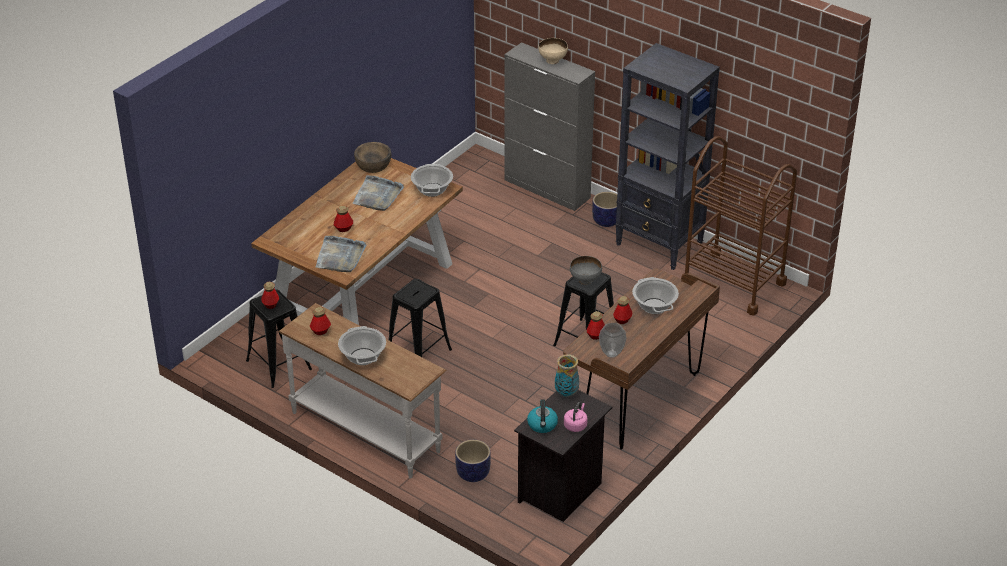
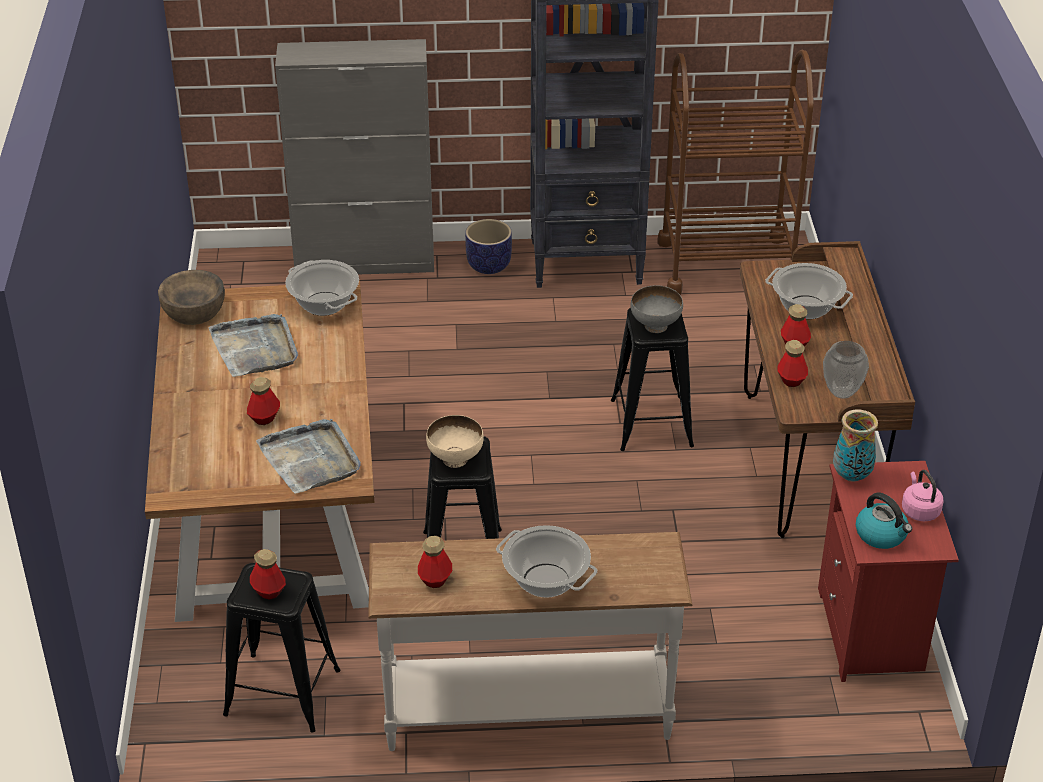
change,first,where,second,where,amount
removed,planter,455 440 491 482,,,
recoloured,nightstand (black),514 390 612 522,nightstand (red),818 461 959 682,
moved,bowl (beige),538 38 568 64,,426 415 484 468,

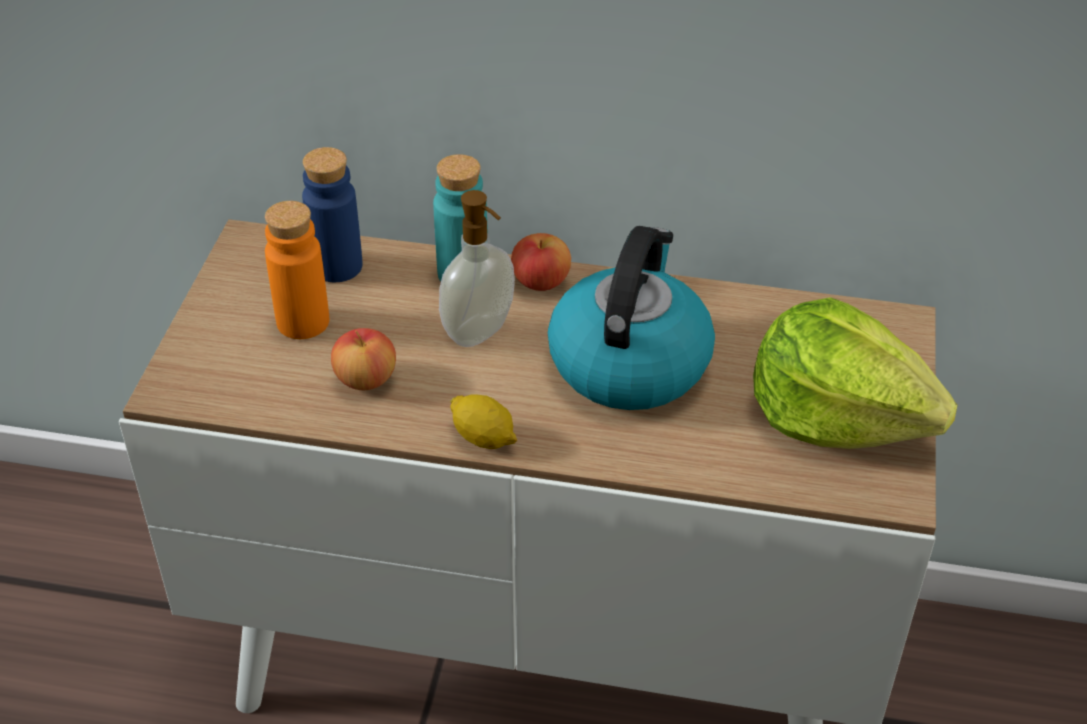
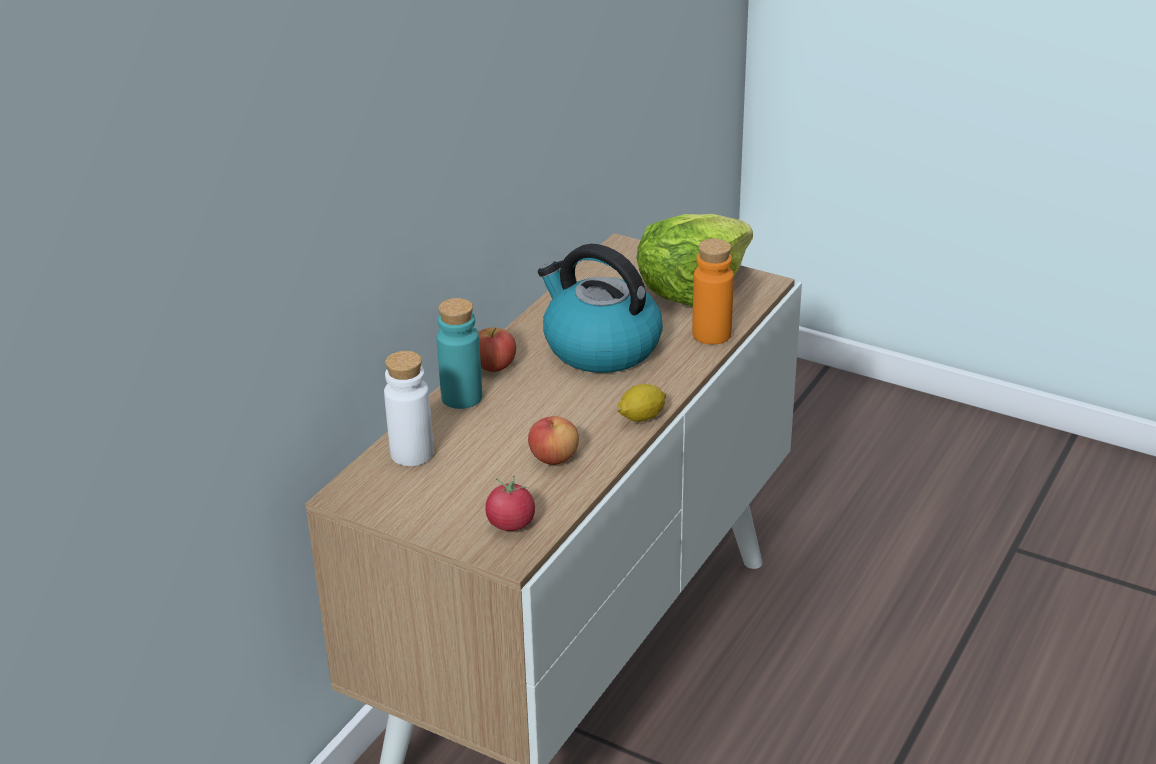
change,first,where,second,where,amount
moved,bottle (orange),265 201 329 339,,692 239 734 344,
recoloured,bottle (blue),302 147 363 283,bottle (white),384 351 434 466,
removed,soap dispenser,439 190 515 347,,,
added,,,tomato,485 475 535 531,

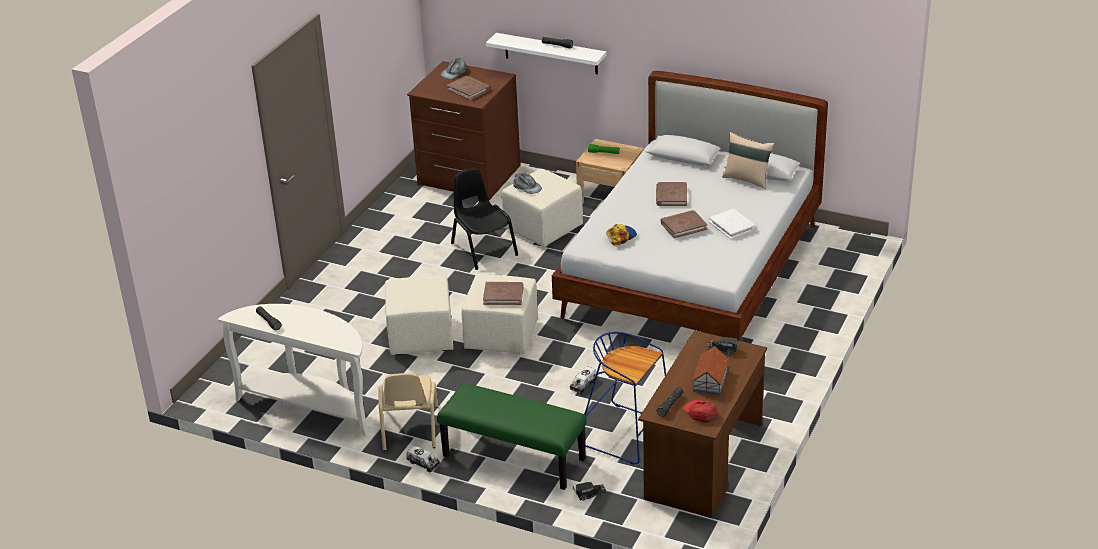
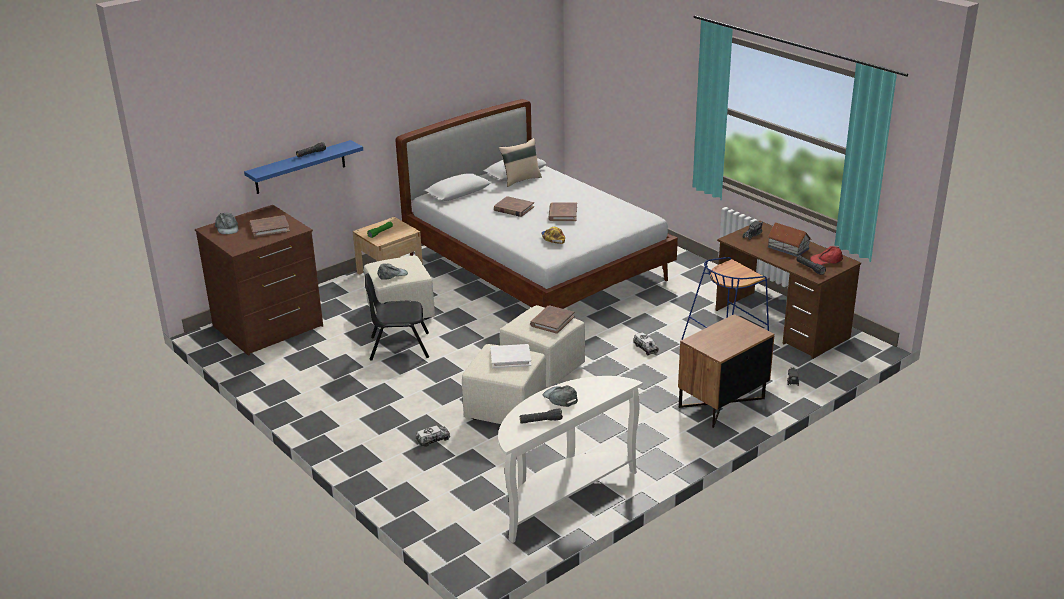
change,first,where,second,where,amount
removed,chair (beige),378 373 439 451,,,
moved,toy truck,406 446 440 472,,416 426 450 447,
replaced,bench (green),437 383 587 490,nightstand (brown),678 314 774 428,
recoloured,shelf (white),486 33 607 74,shelf (blue),244 140 363 194,
moved,book (white),709 209 755 239,,491 344 531 368,
added,,,cap (grey),543 385 578 407,

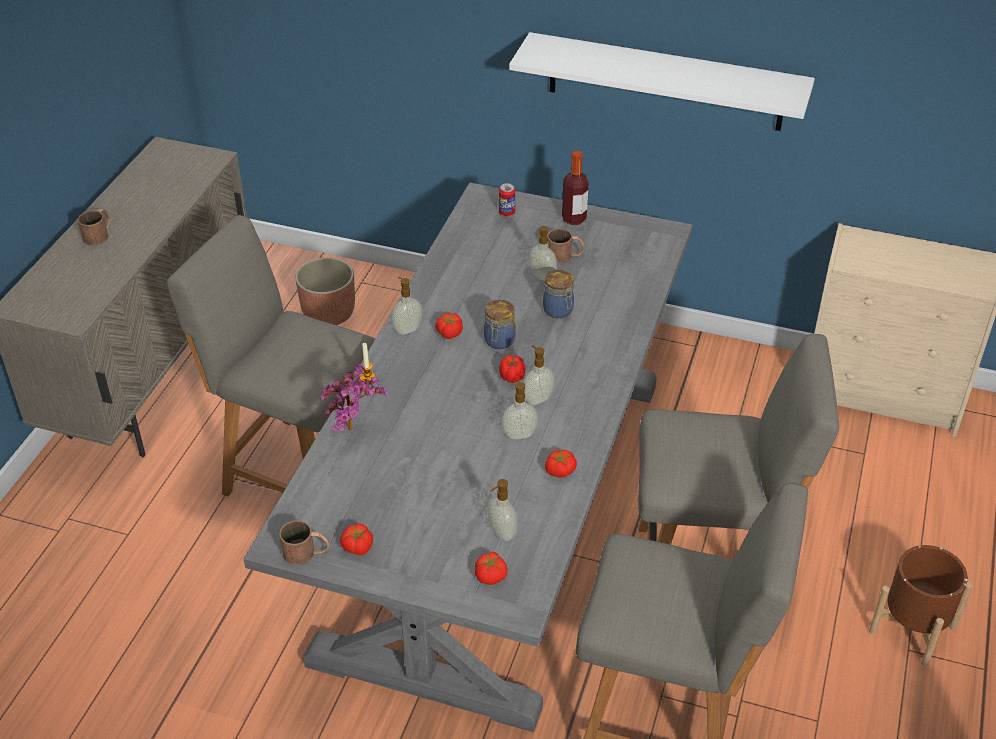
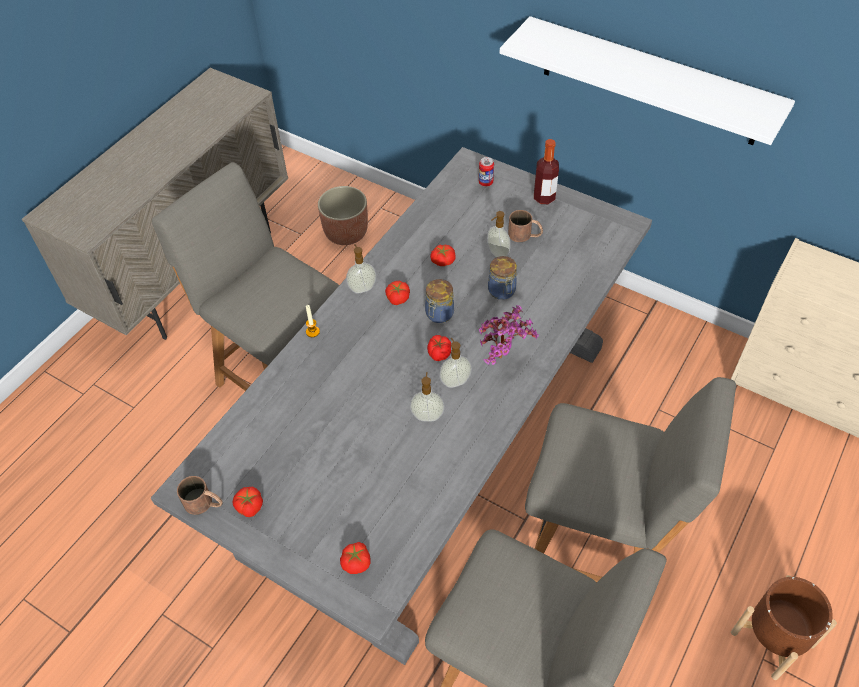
change,first,where,second,where,amount
removed,mug (brown),78 209 110 246,,,
moved,potted plant,320 364 387 432,,479 305 539 365,
removed,soap dispenser,488 479 518 541,,,
moved,tomato,545 450 577 478,,430 245 456 266,

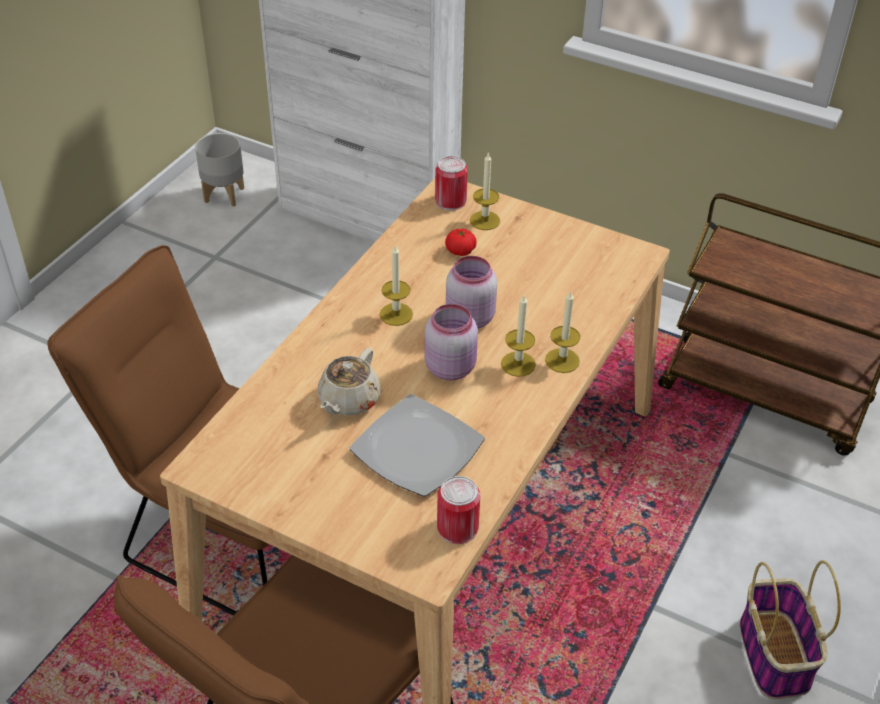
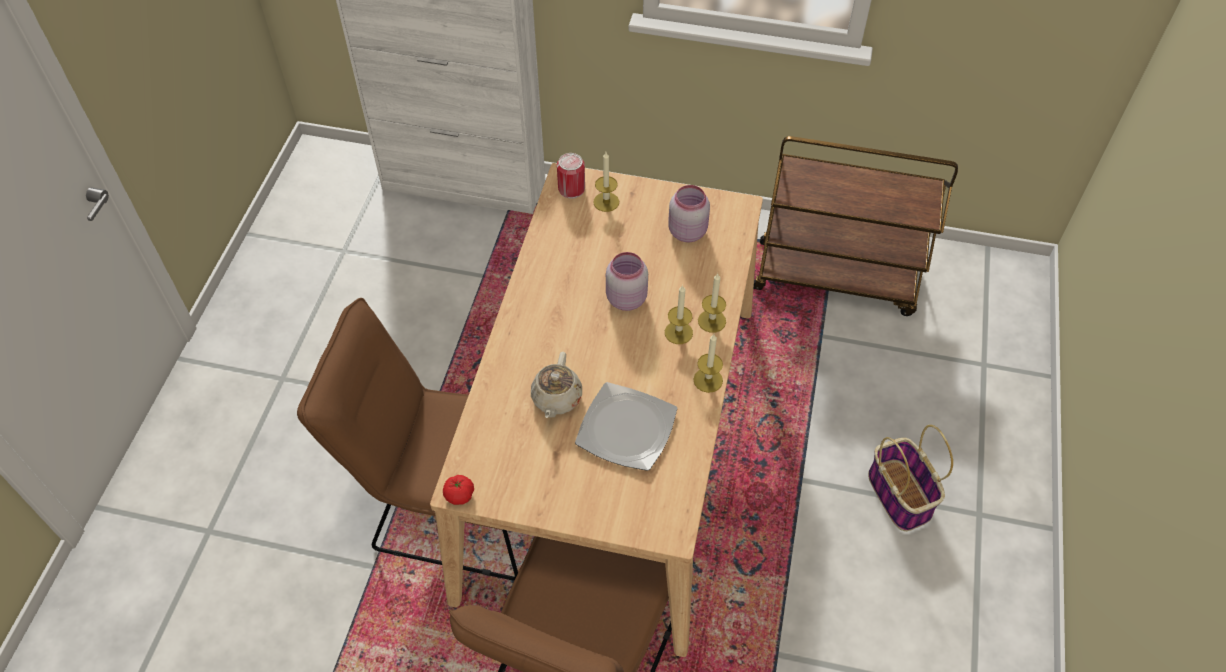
change,first,where,second,where,amount
removed,planter (grey),195 133 244 207,,,
moved,candle,380 245 413 326,,693 334 723 393,
moved,jar (pink),424 304 478 380,,668 185 710 242,
removed,can,437 476 480 544,,,
moved,tomato,445 229 477 256,,443 475 474 505,

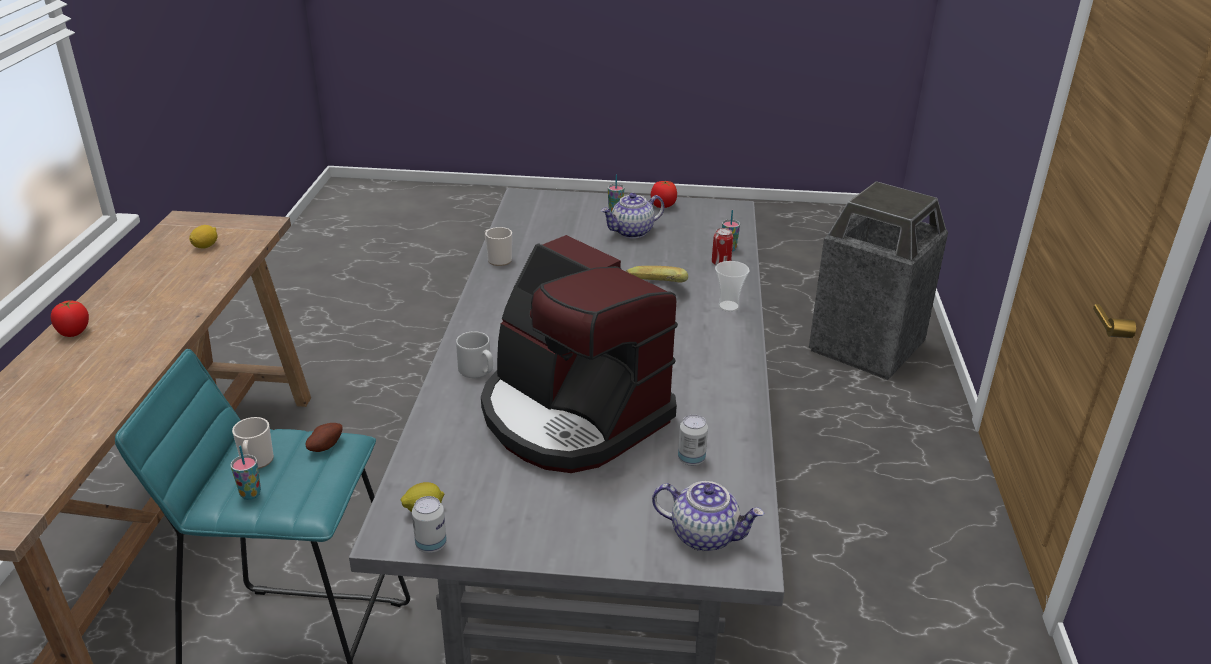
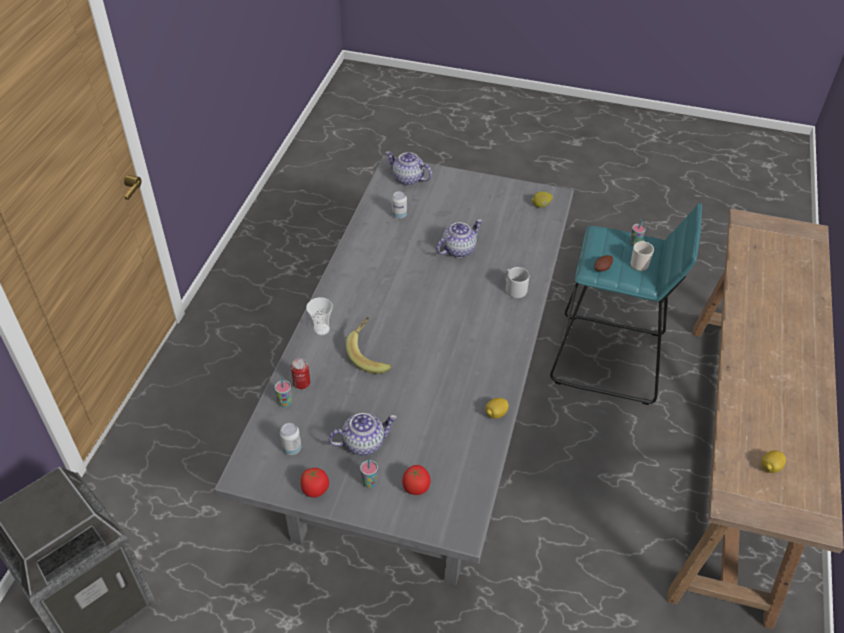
change,first,where,second,where,amount
moved,tomato,51 301 89 337,,402 465 431 495,
moved,can,412 496 447 553,,280 423 302 455,
replaced,coffee machine,481 235 678 473,teapot,436 219 482 258,
replaced,mug,484 227 512 266,lemon,485 398 509 419,

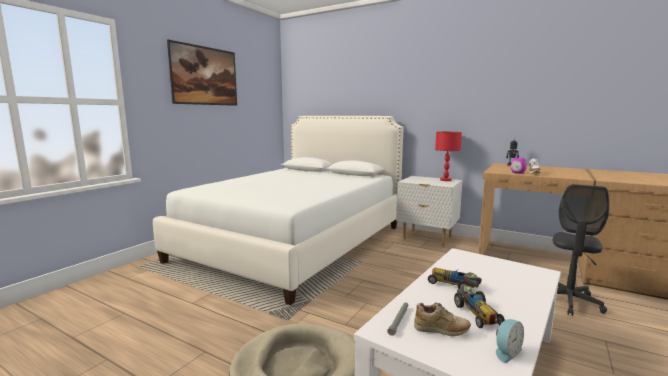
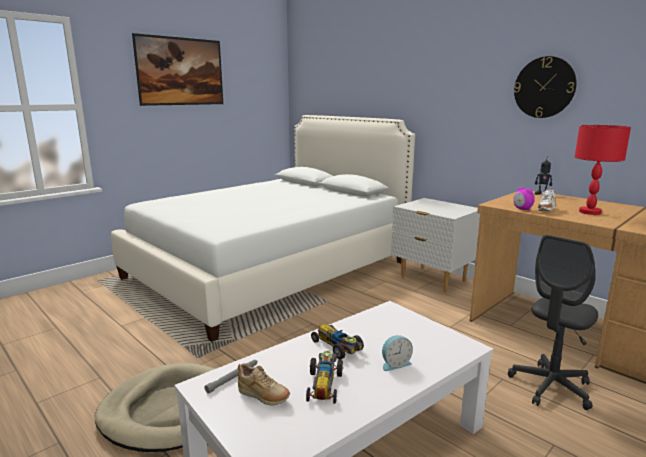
change,first,where,second,where,amount
moved,table lamp (red),435 132 462 181,,575 125 631 215,
moved,alarm clock,496 319 524 363,,382 335 413 371,
added,,,wall clock,514 56 577 118,

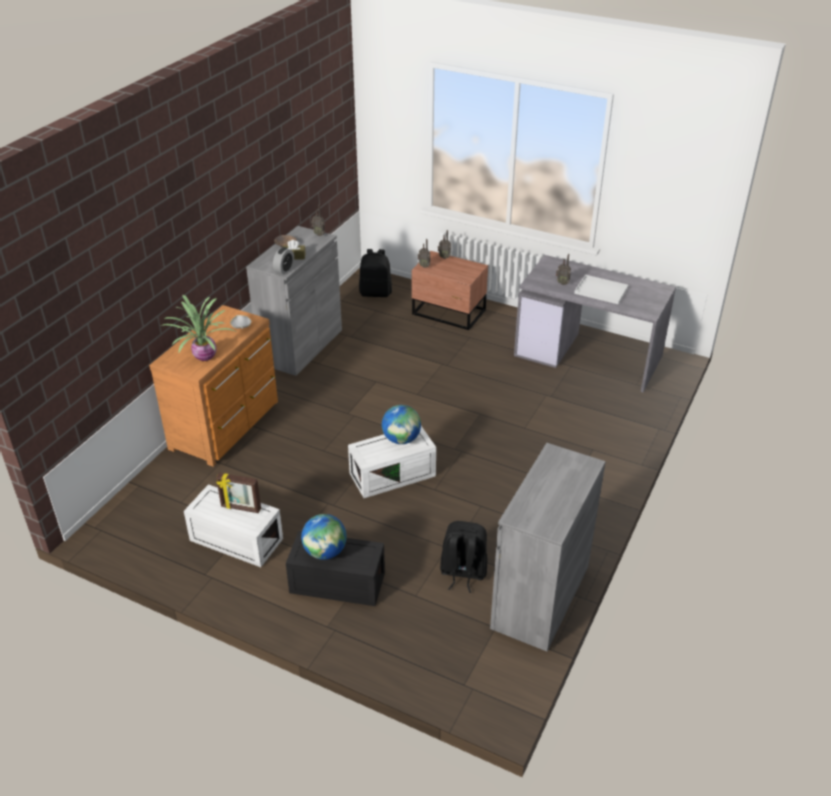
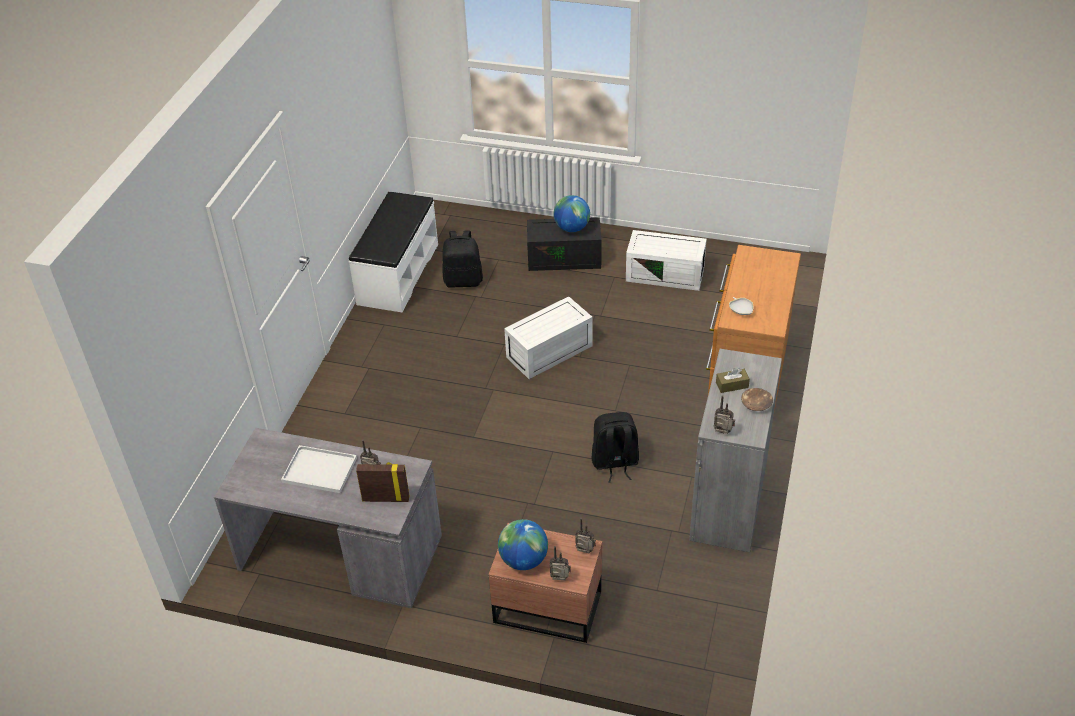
change,first,where,second,where,amount
removed,potted plant,161 295 236 361,,,
moved,picture frame,216 473 261 513,,356 462 410 502,
removed,alarm clock,273 247 294 275,,,
moved,backpack (black),359 249 392 297,,591 412 639 482,
moved,globe,382 405 421 444,,498 519 548 570,
replaced,cabinet (grey),490 443 606 651,bench (white),349 192 438 313,

